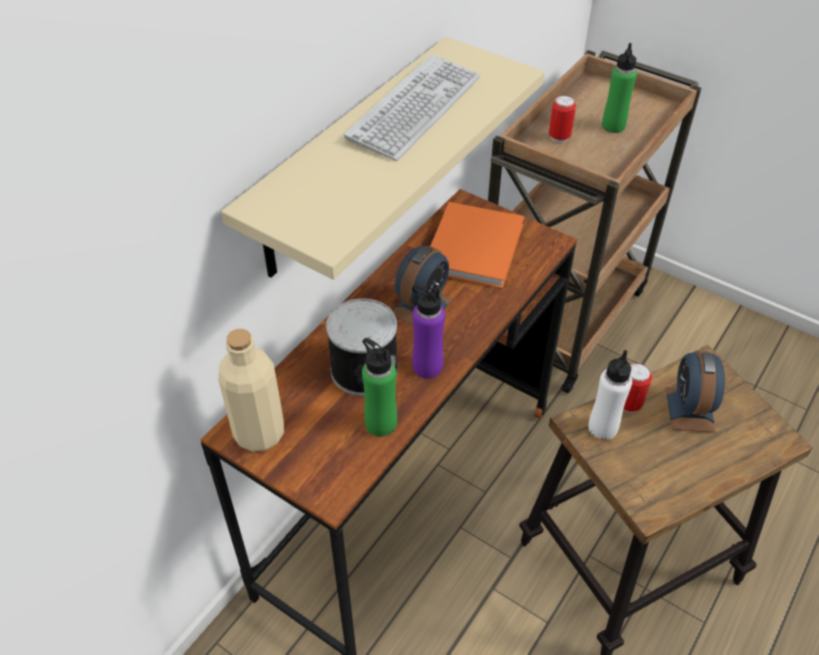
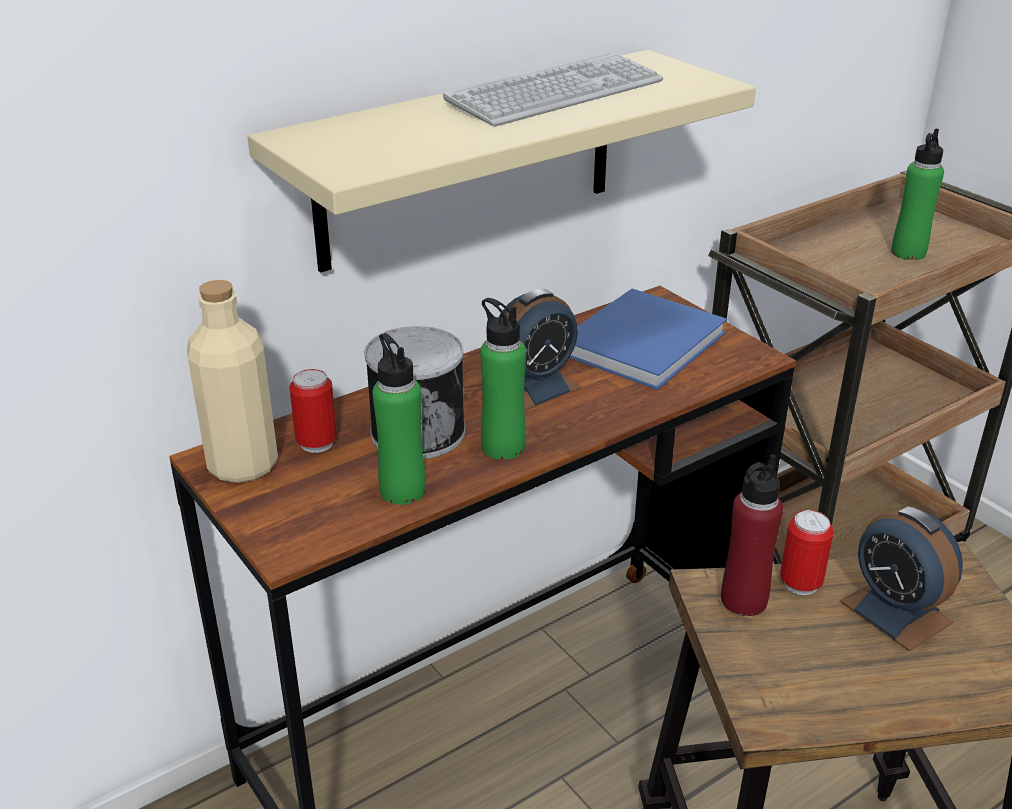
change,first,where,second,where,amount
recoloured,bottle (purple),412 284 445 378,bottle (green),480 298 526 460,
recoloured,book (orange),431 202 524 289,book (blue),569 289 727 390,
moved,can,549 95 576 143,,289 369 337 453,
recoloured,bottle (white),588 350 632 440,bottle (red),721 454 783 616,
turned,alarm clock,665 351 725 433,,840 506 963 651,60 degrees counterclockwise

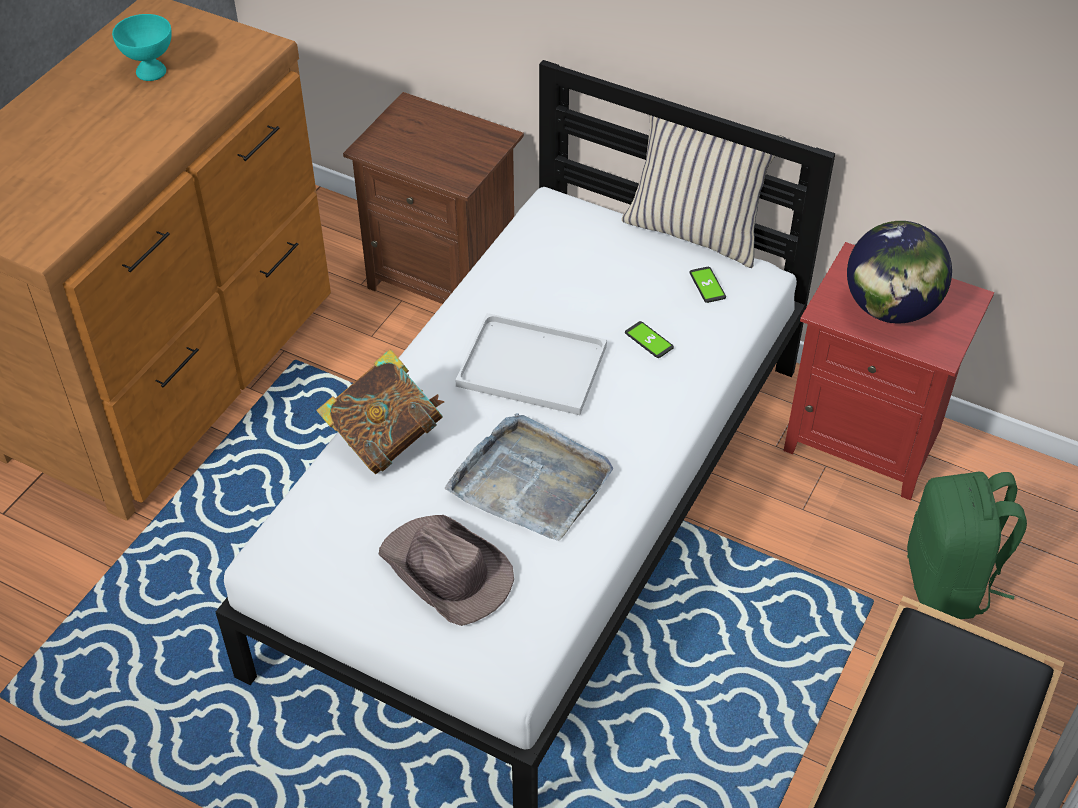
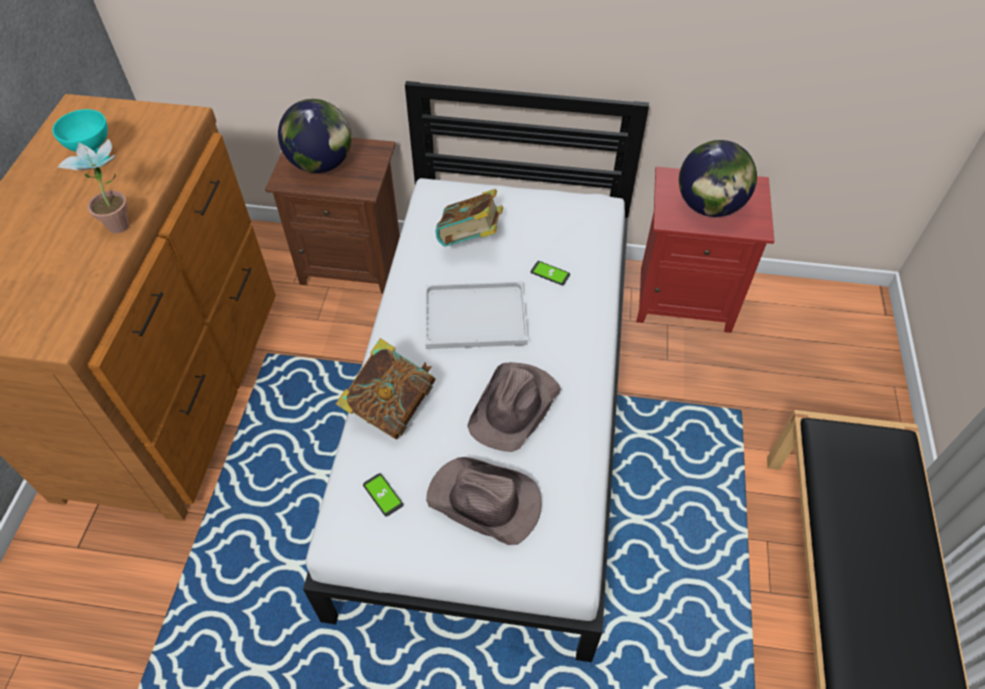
change,first,where,second,where,amount
replaced,tray (grey),445 413 613 541,hat (brown),467 362 561 452,
removed,pillow (beige),622 115 785 268,,,
moved,phone,689 267 726 303,,363 473 403 516,
removed,backpack (green),907 472 1027 619,,,
added,,,potted plant,57 138 129 233,
added,,,globe,278 99 352 173,
added,,,book,436 189 503 247,

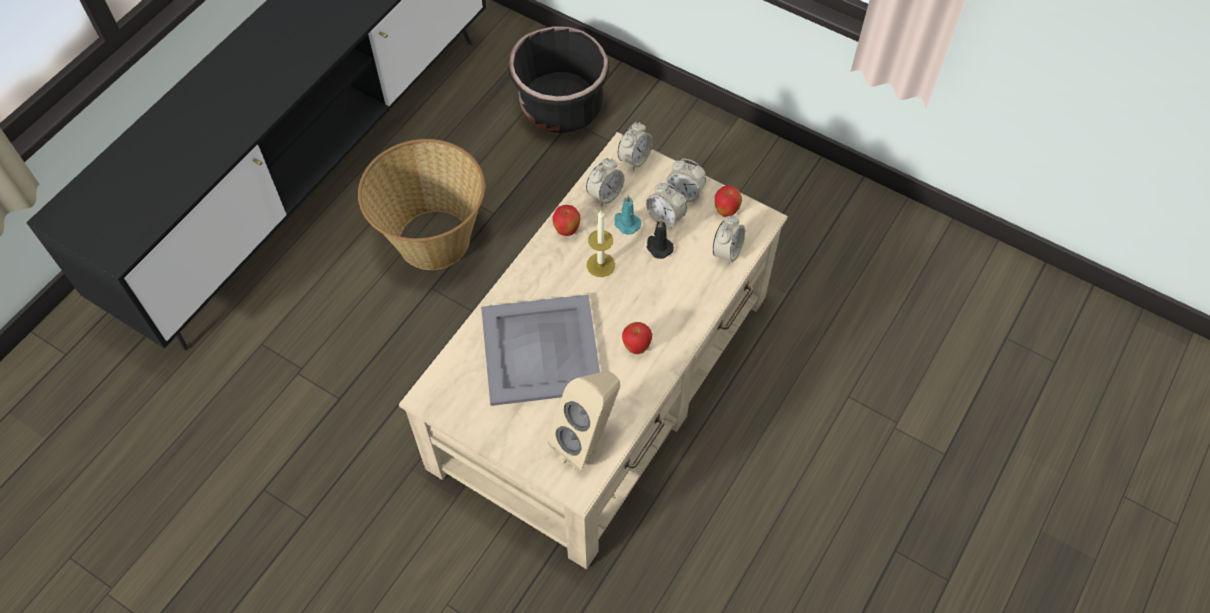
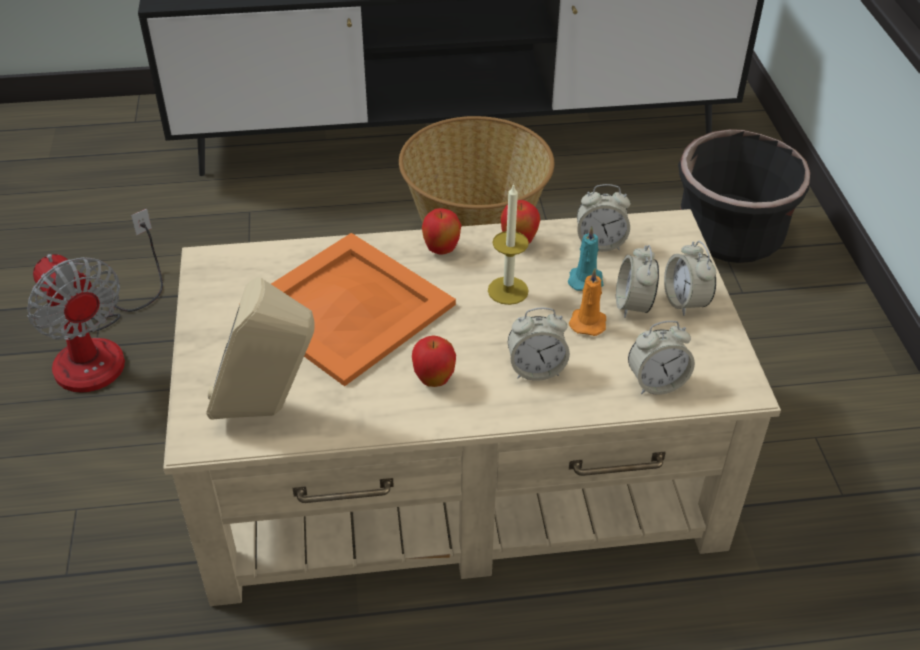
change,first,where,second,where,amount
recoloured,tray (grey),481 295 600 406,tray (orange),271 233 456 386,
moved,alarm clock,618 122 653 170,,508 307 570 381,
recoloured,candle (black),646 219 674 259,candle (orange),569 268 606 336,
moved,apple,715 185 742 217,,422 208 461 255,
added,,,fan,27 209 163 393,

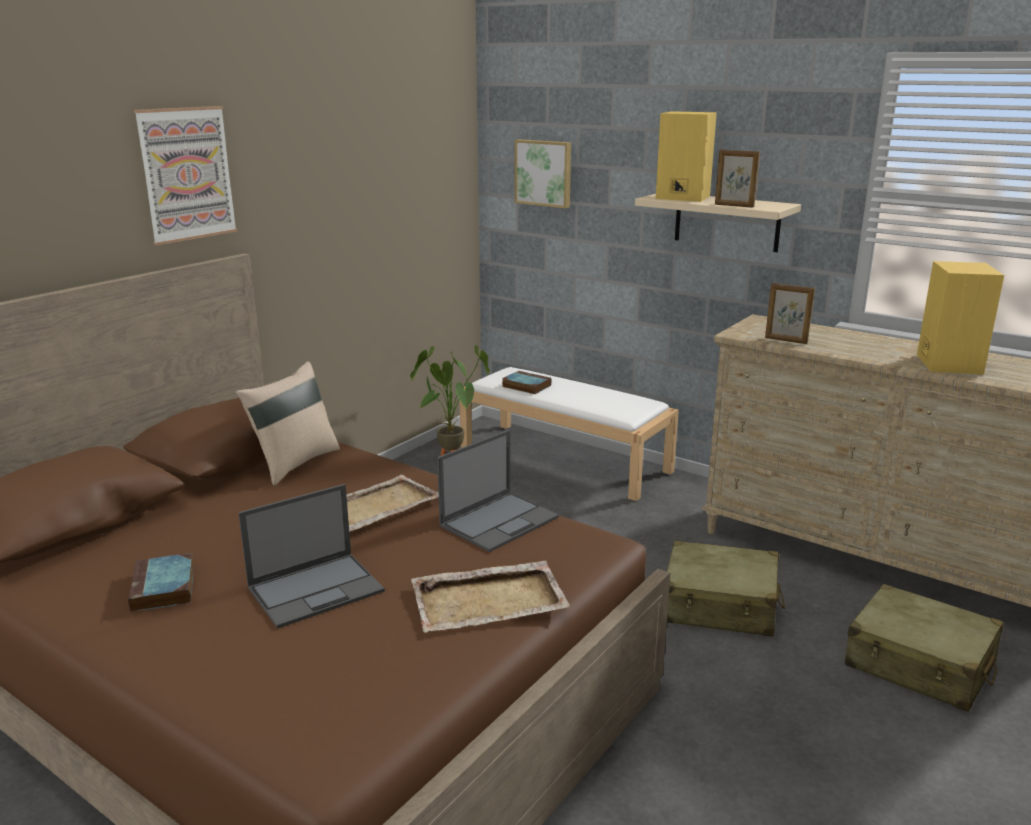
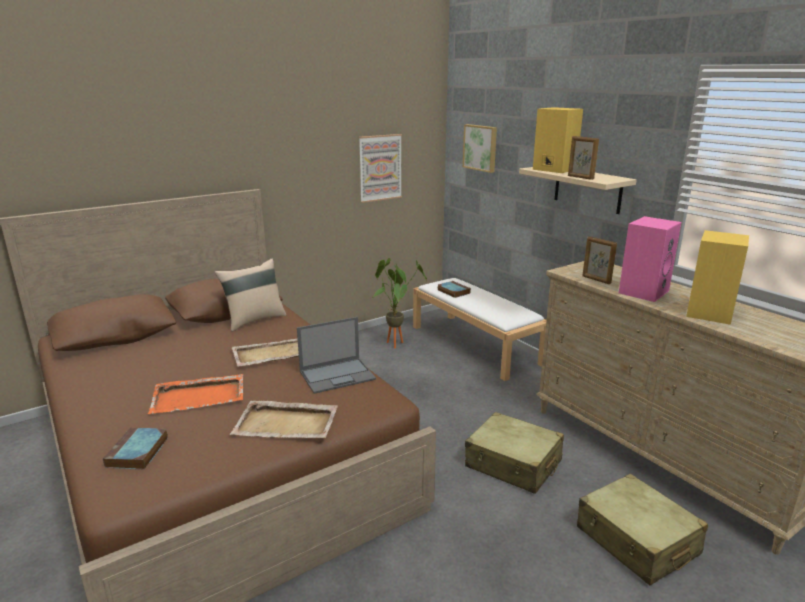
change,first,where,second,where,amount
moved,book,128 553 194 612,,103 427 168 470,
moved,picture,134 106 237 245,,359 134 402 203,
replaced,laptop,238 484 385 629,tray (orange),148 374 243 414,
added,,,speaker (pink),619 216 681 302,

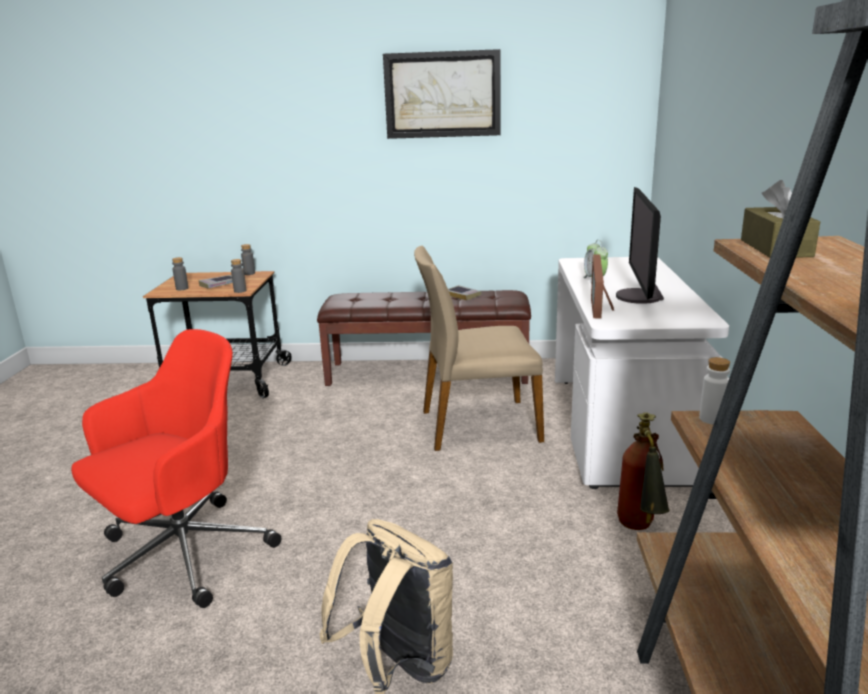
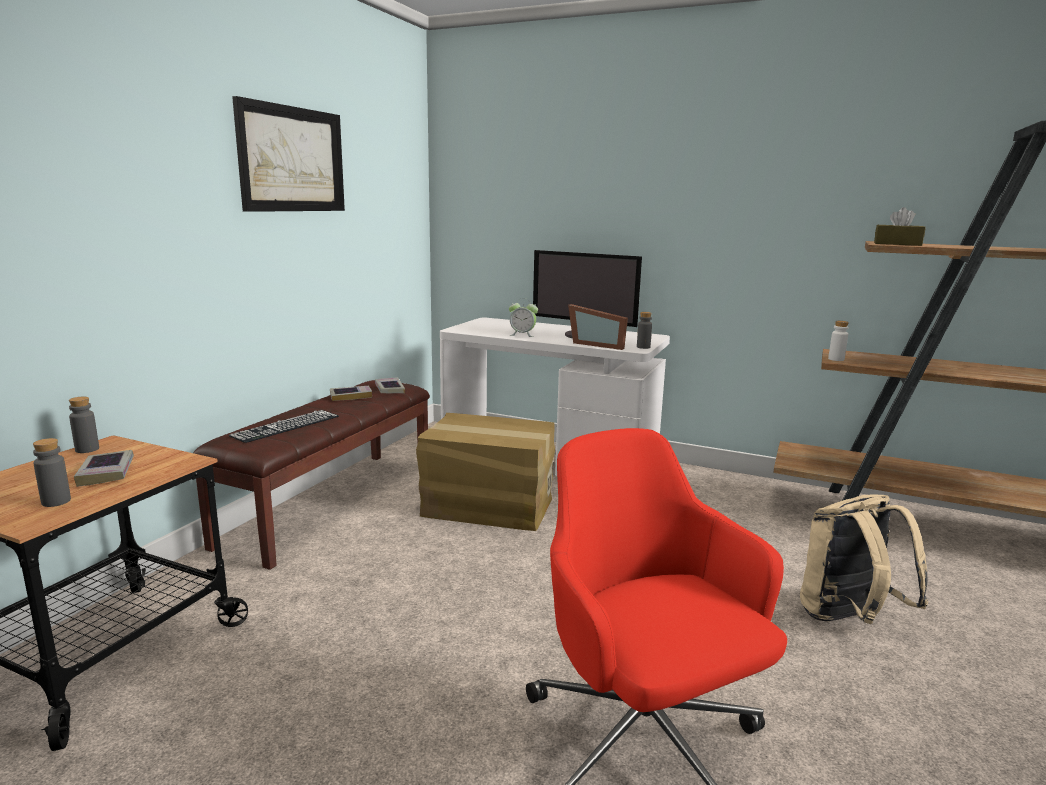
change,first,where,second,where,amount
moved,bottle (grey),231 259 246 293,,637 312 652 349,
replaced,chair (beige),414 246 544 451,cardboard box,416 413 555 531,
removed,fire extinguisher,617 412 669 530,,,
added,,,keyboard,229 410 339 443,
added,,,book,375 377 405 393,

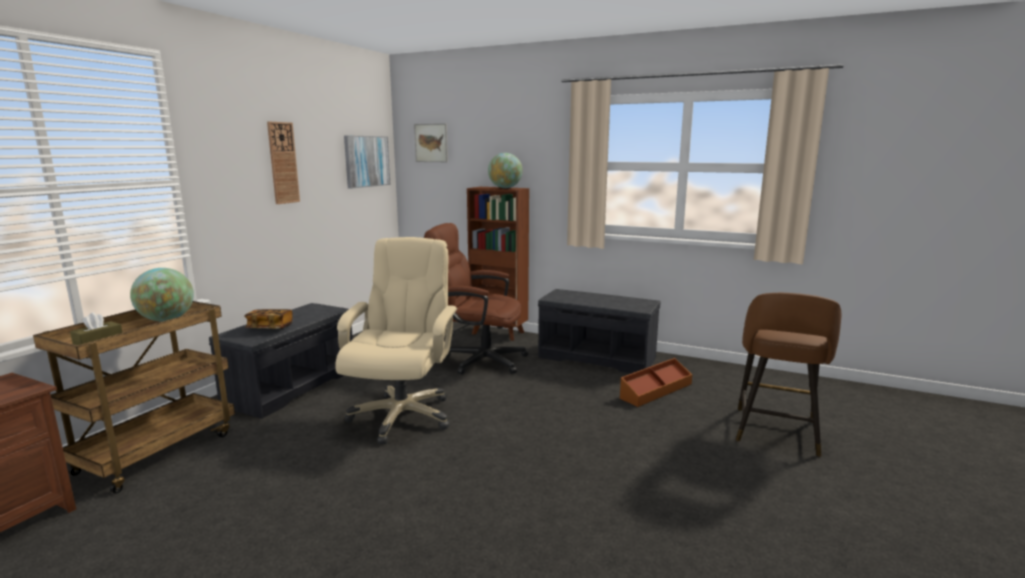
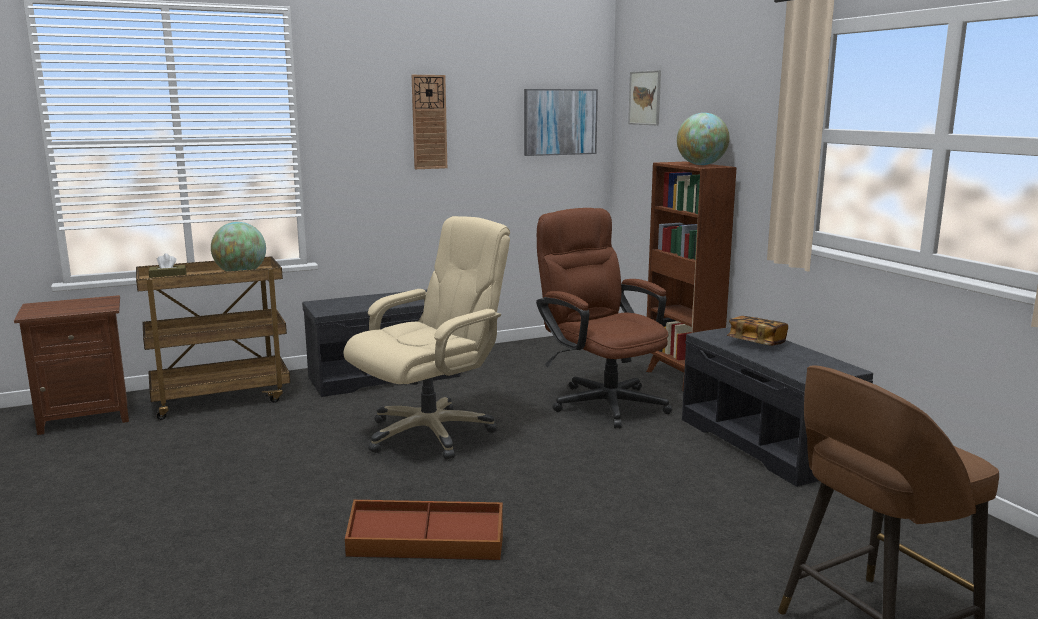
change,first,where,second,where,amount
moved,book,244 309 293 329,,727 316 788 346,
moved,storage box (brown),620 358 692 407,,345 500 503 560,

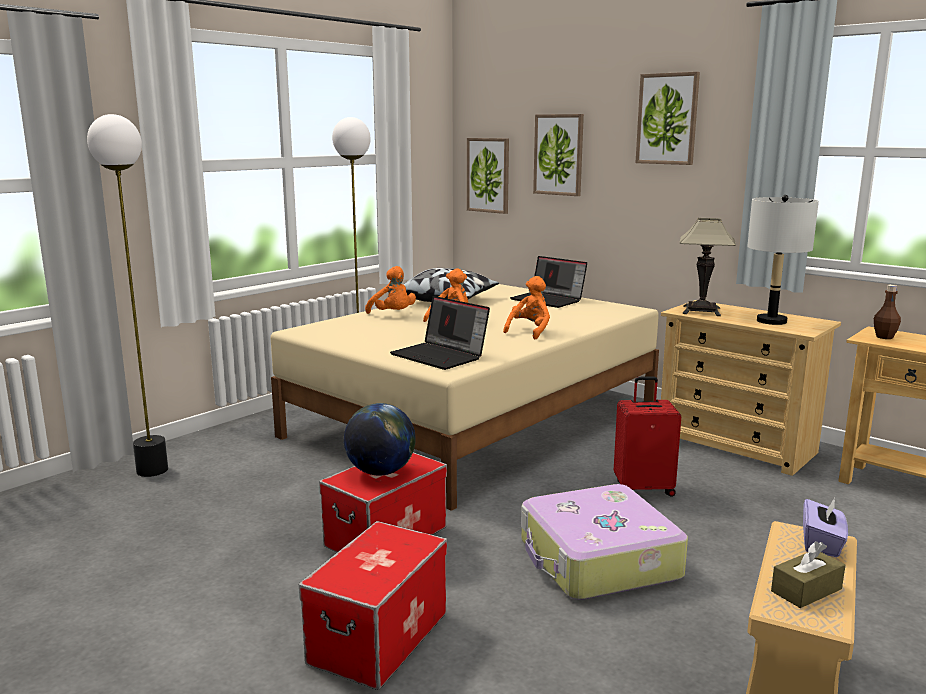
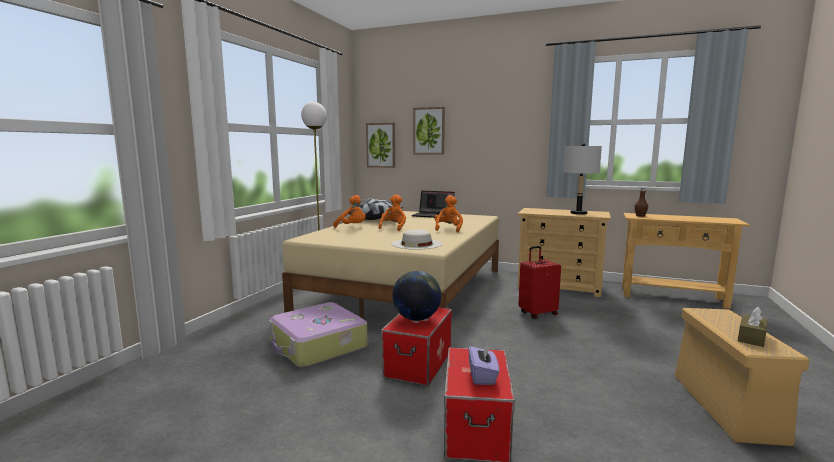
change,first,where,second,where,amount
removed,floor lamp,87 114 168 477,,,
replaced,laptop,390 296 490 370,hat (white),392 230 442 249,
moved,suitcase,521 484 688 600,,268 302 368 368,
removed,picture,635 72 700 165,,,
removed,table lamp,680 218 736 316,,,
moved,tissue box (purple),803 498 848 557,,469 343 499 385,

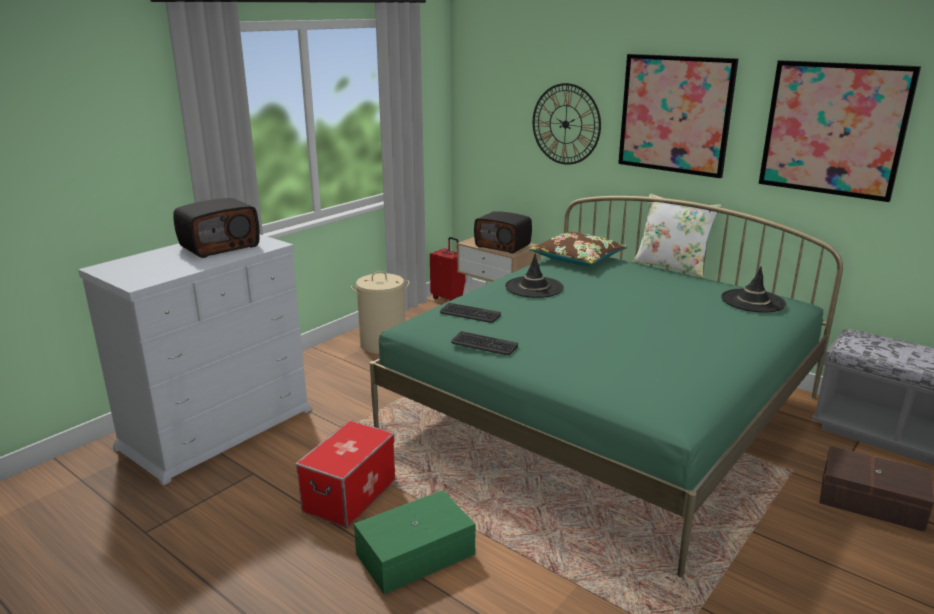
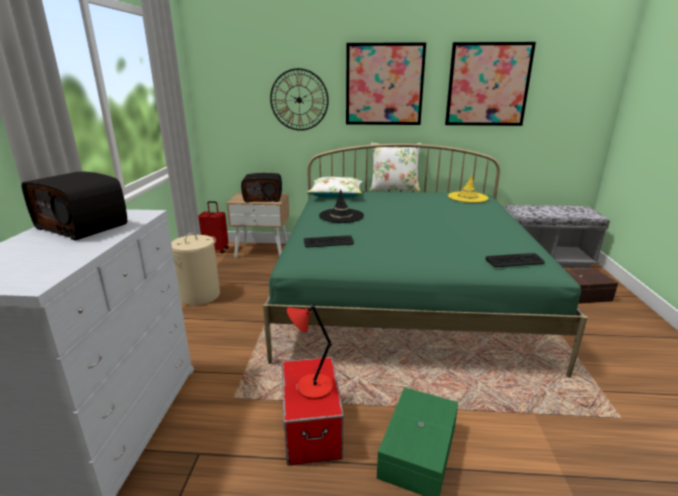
change,first,where,second,where,amount
turned,radio,173 198 260 258,,21 172 127 240,105 degrees clockwise
moved,keyboard,451 331 518 355,,486 253 545 267,
recoloured,pillow (brown),529 232 627 266,pillow (white),307 177 363 198,
recoloured,hat (black),721 267 786 313,hat (yellow),448 174 489 203,
added,,,table lamp (red),287 303 333 400,

